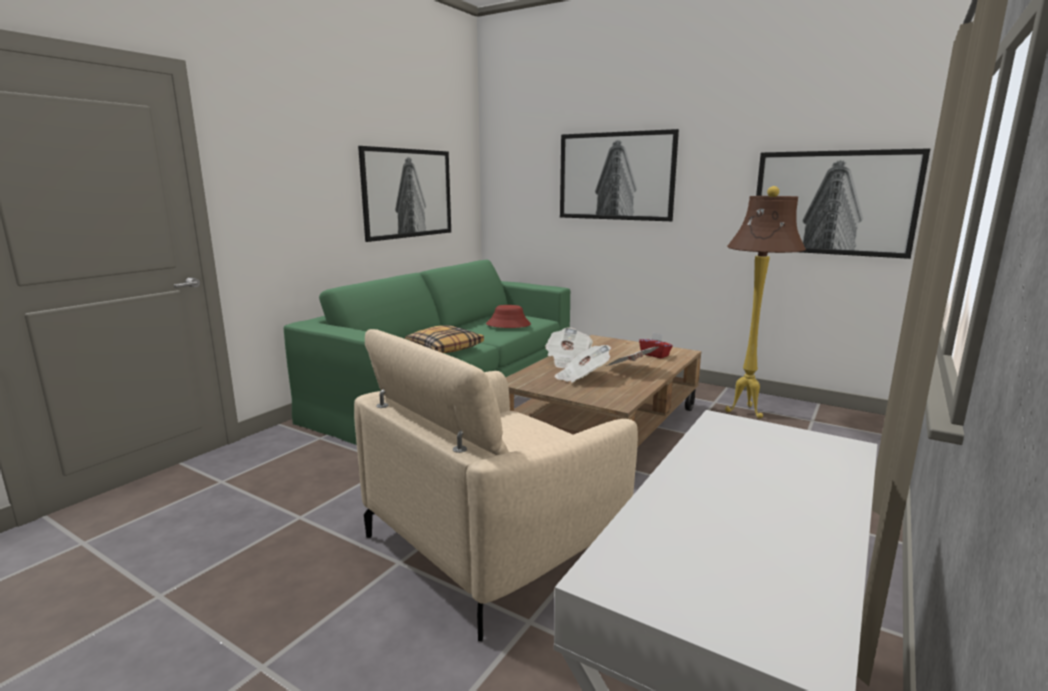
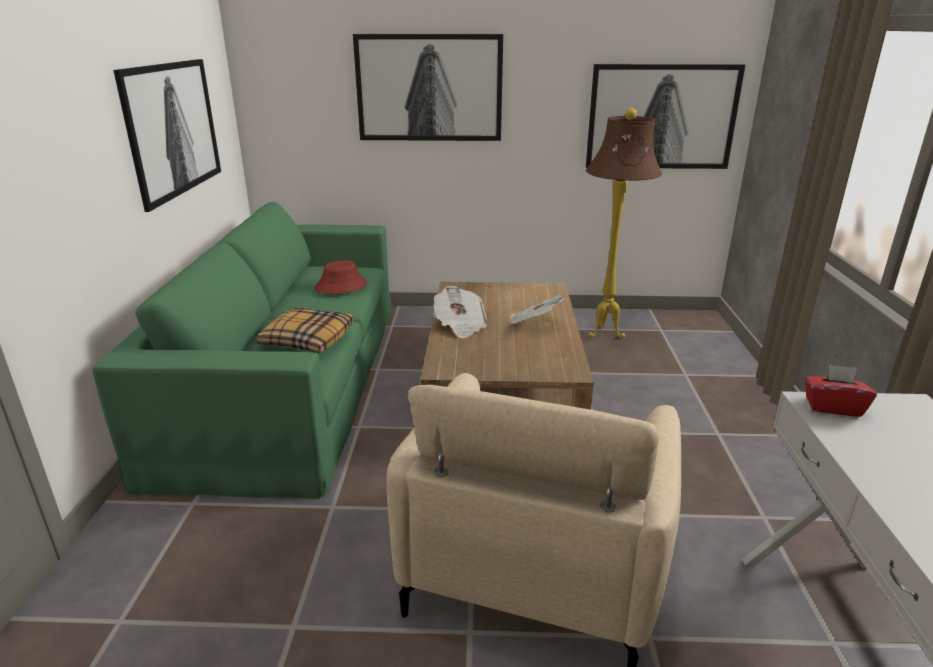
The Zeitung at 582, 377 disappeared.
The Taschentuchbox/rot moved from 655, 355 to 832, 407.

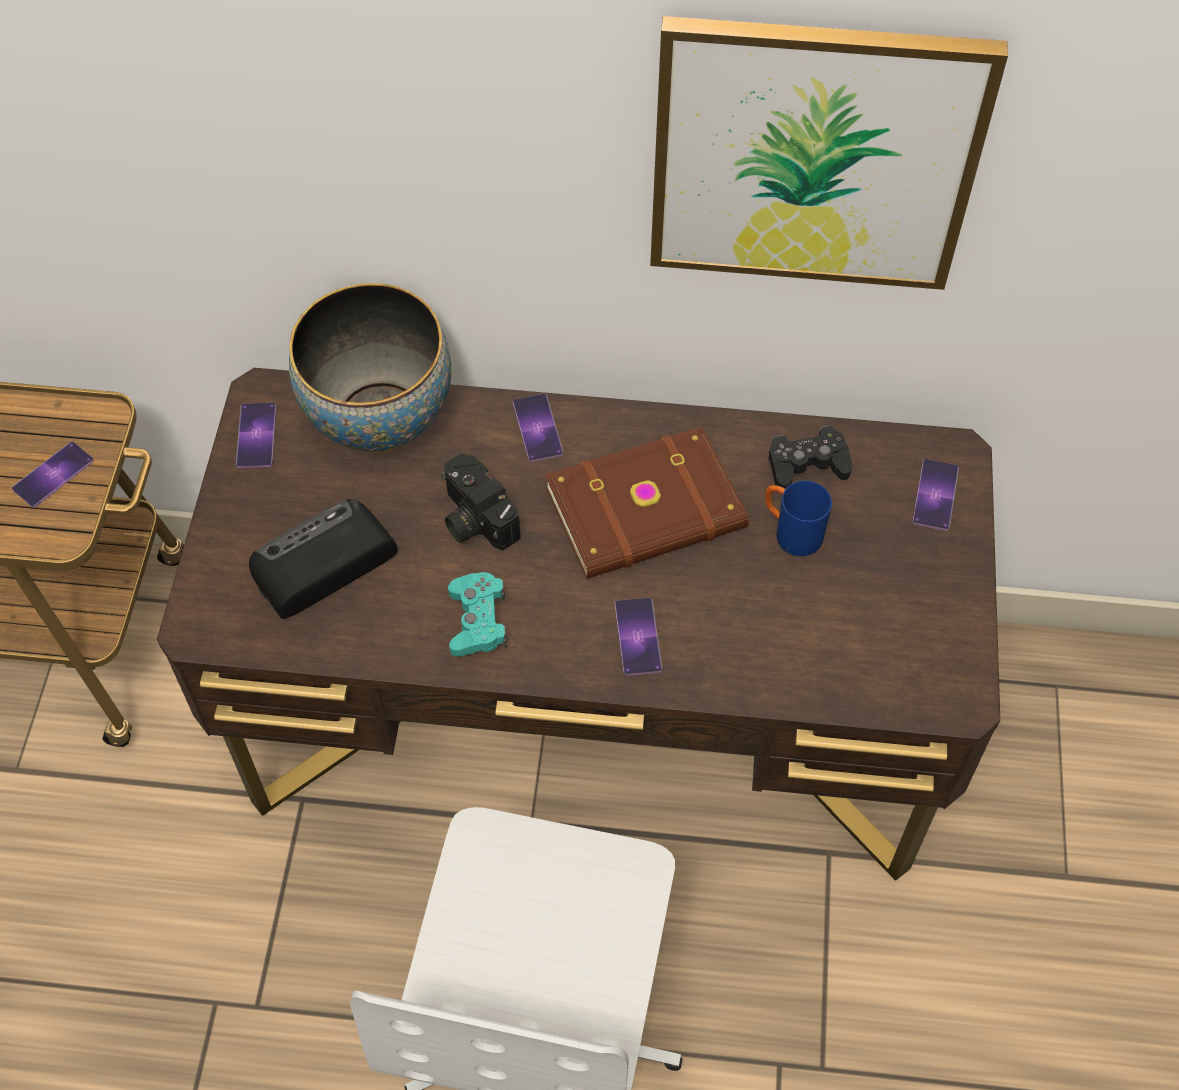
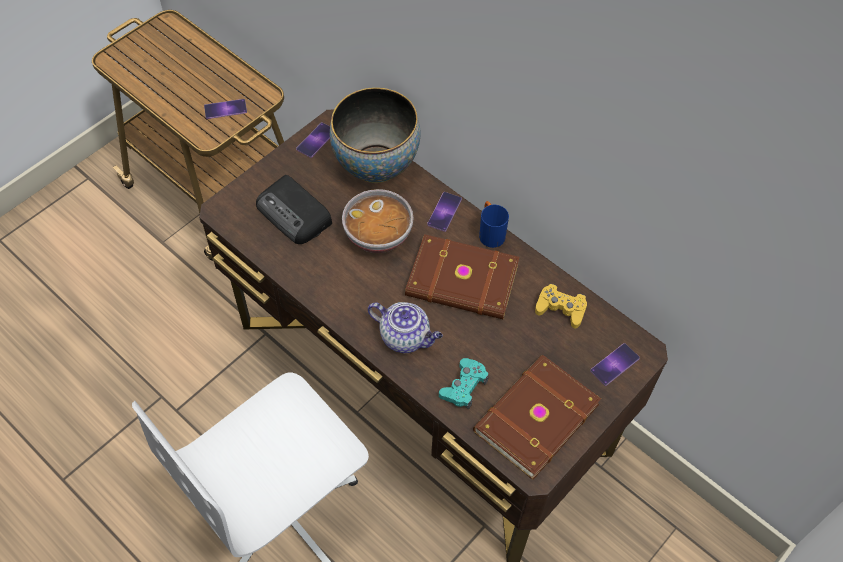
The Radio at 321, 564 turned 135 degrees counterclockwise.
The Kamera at 473, 518 was replaced by the Schüssel at 378, 235.
The Gamepad/türkis moved from 477, 621 to 464, 386.
The Handy at 638, 636 was replaced by the Teekanne at 406, 337.
The Bild at 814, 155 disappeared.
The Henkelbecher/blau moved from 790, 532 to 490, 233.
The Gamepad/schwarz at 807, 465 became the Gamepad/gelb at 560, 309.
The Buch/braun at 534, 417 appeared.

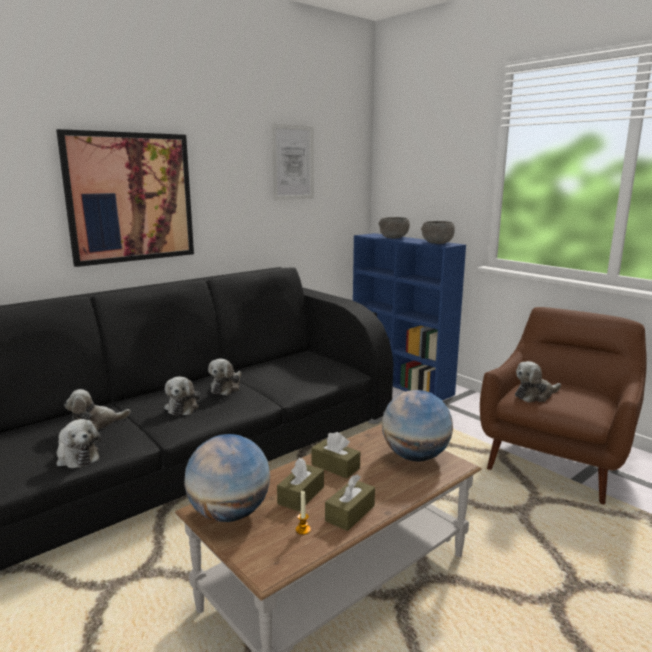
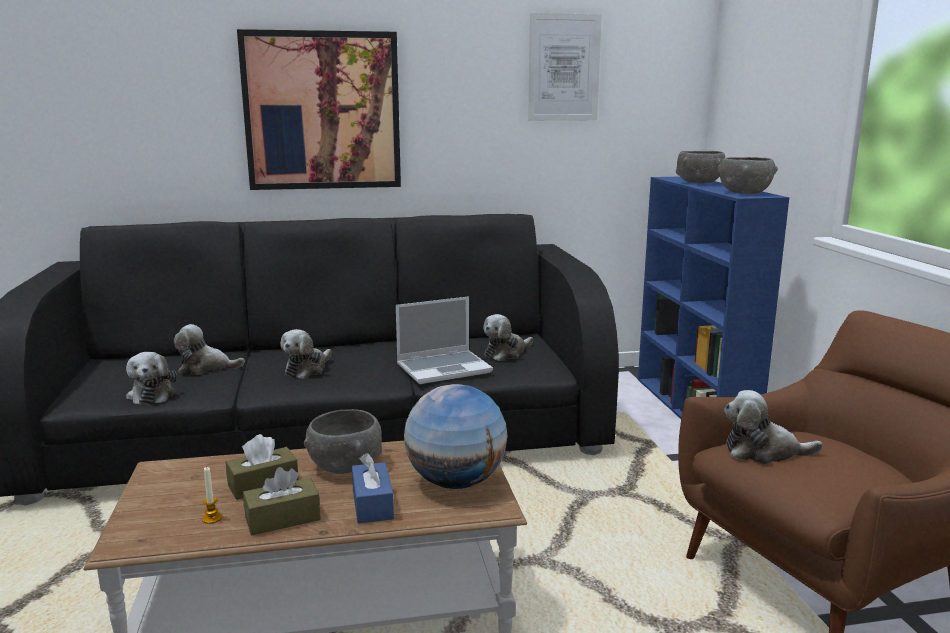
The Globus at 230, 513 disappeared.
The Plüschtier moved from 226, 387 to 506, 353.
The Taschentuchbox/braun at 335, 466 was replaced by the Schüssel/grau at 345, 466.
The Taschentuchbox/blau at 372, 504 appeared.
The Laptop at 444, 368 appeared.

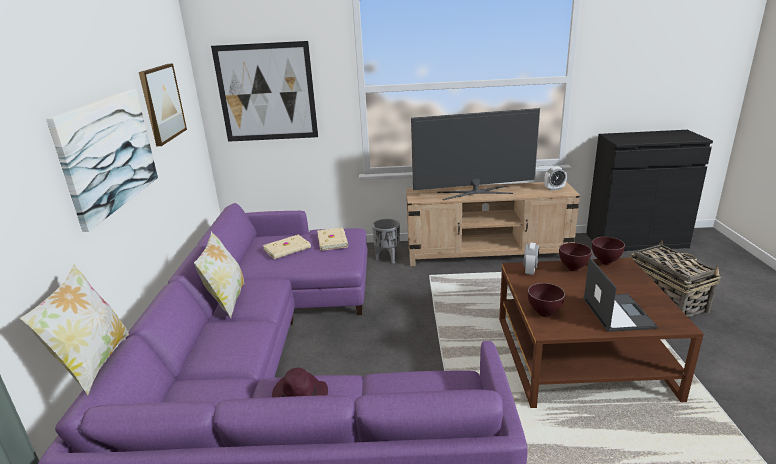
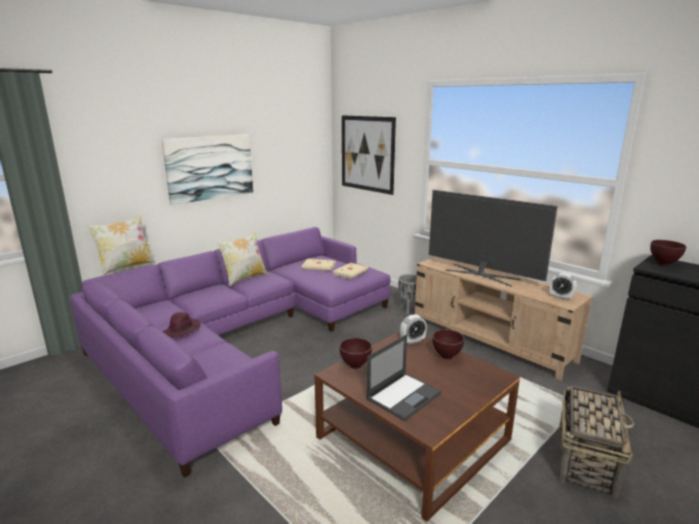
The Bild at 162, 103 disappeared.
The Schüssel/braun moved from 605, 263 to 663, 264.

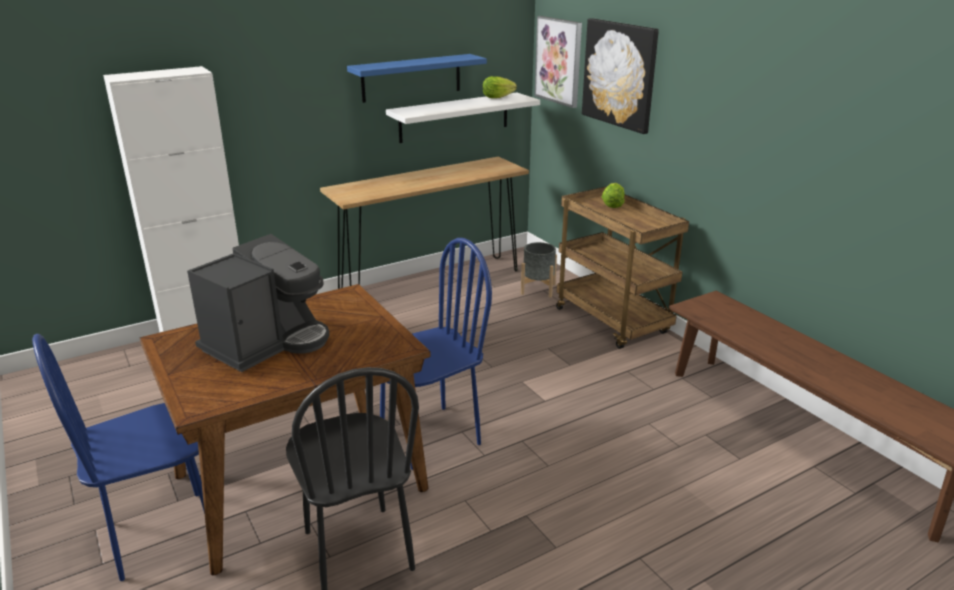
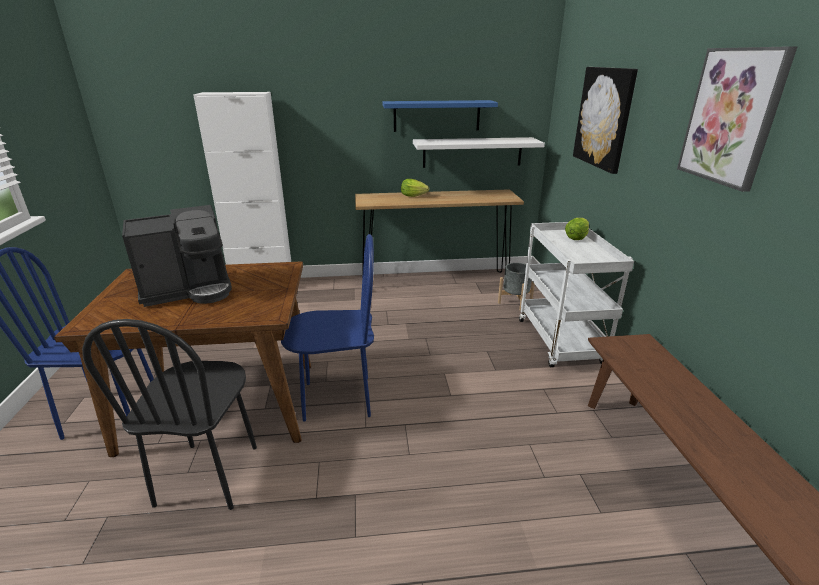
The Salatkopf moved from 497, 97 to 413, 196.
The Bild moved from 559, 61 to 731, 117.
The Rollwagen/braun at 613, 322 became the Rollwagen/weiß at 561, 342.

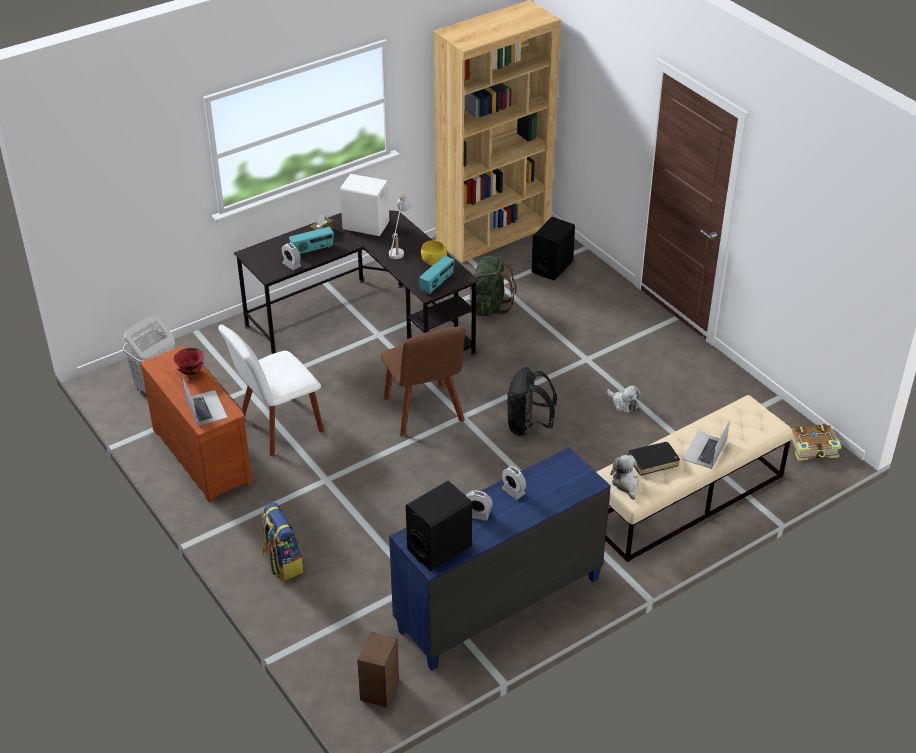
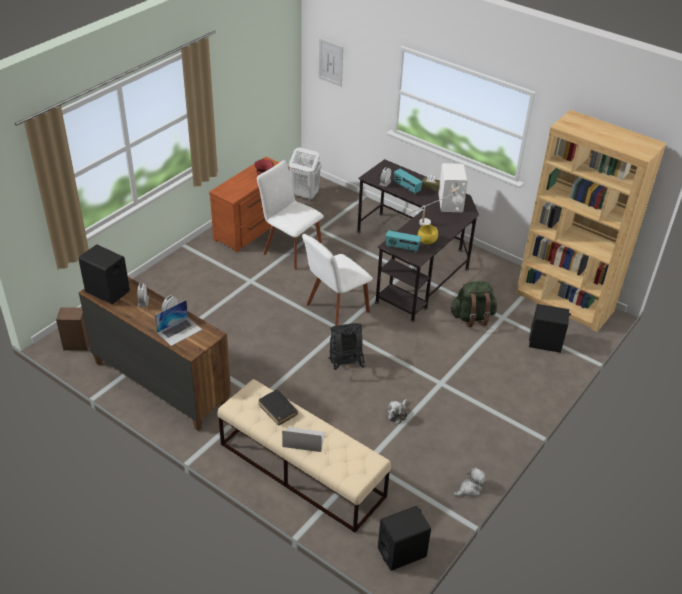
The Laptop moved from 206, 407 to 179, 331.
The Rucksack at 282, 563 disappeared.
The Stuhl/braun at 424, 412 became the Stuhl/weiß at 335, 310.
The Kommode/blau at 498, 604 became the Kommode/braun at 161, 383.
The Plüschtier moved from 626, 484 to 470, 489.
The Buch at 814, 448 was replaced by the Lautsprecher/schwarz at 402, 552.
The Bild at 331, 62 appeared.

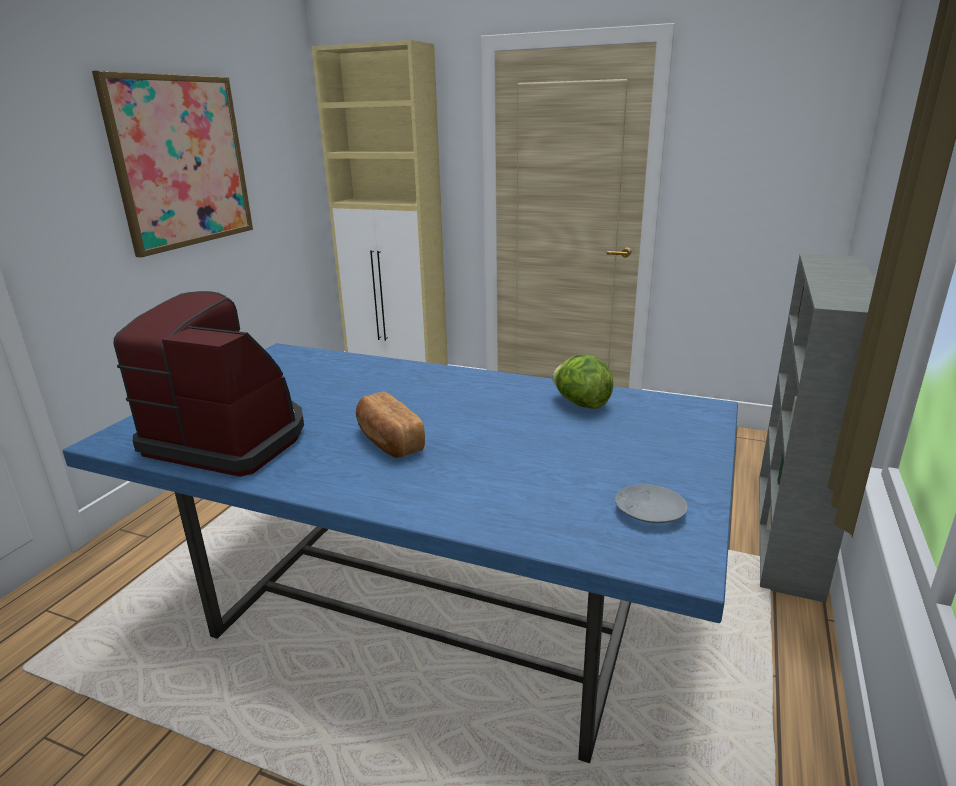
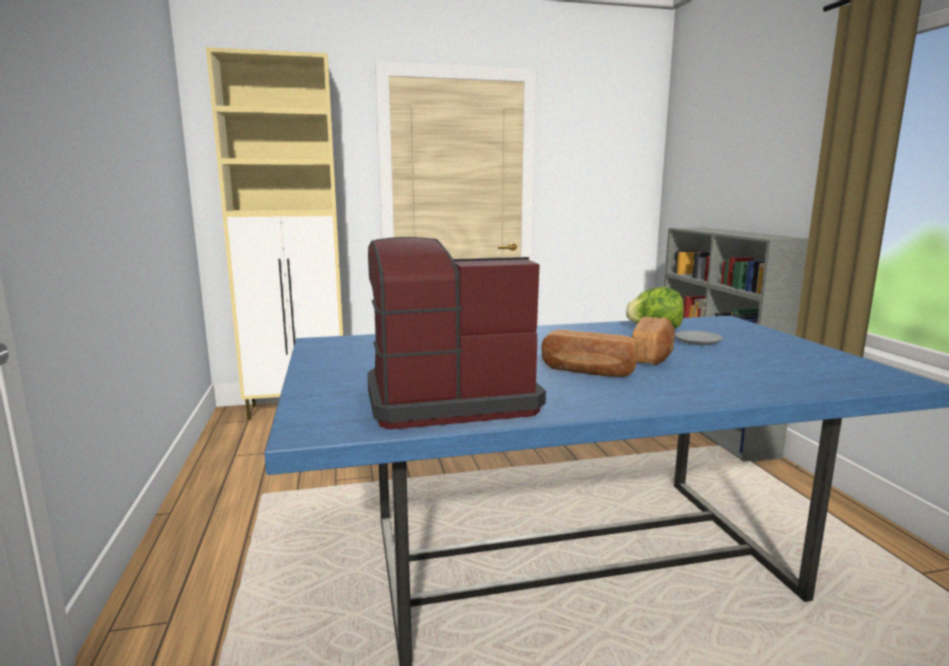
The Bild at 181, 162 disappeared.
The Teller/grau moved from 649, 511 to 697, 343.
The Brot at 653, 355 appeared.

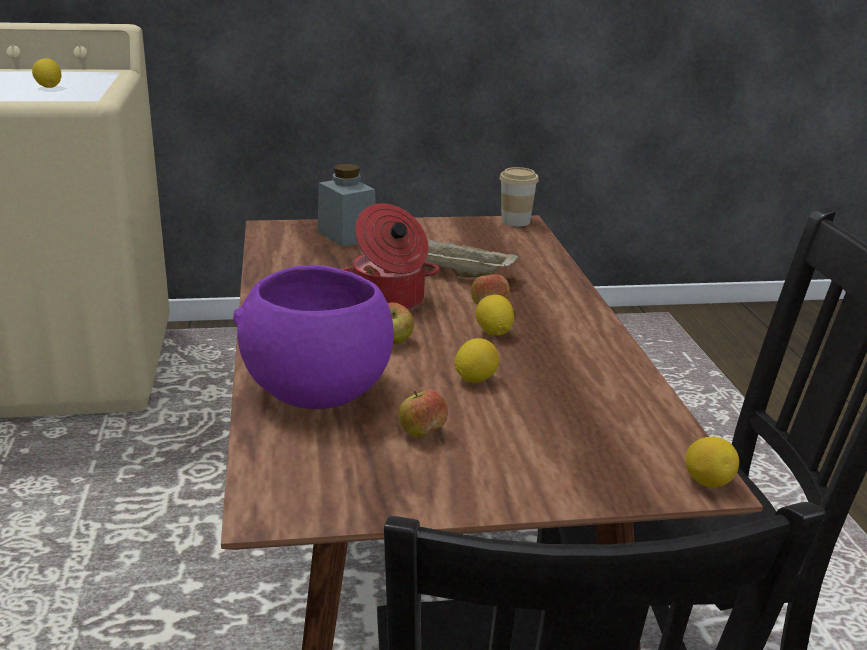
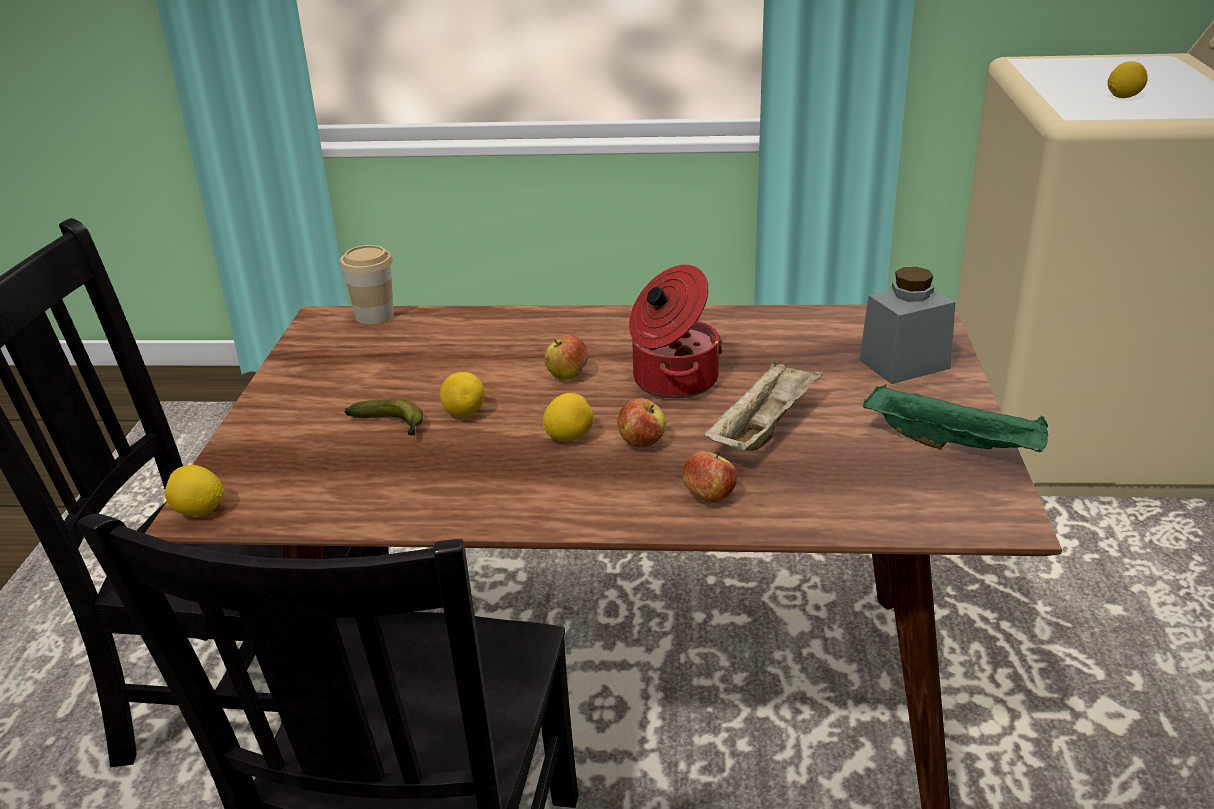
The Schüssel/lila at 314, 389 disappeared.
The Apfel moved from 422, 433 to 709, 497.
The Tasse moved from 515, 221 to 374, 315.
The Banane at 392, 426 appeared.
The Tablett/grün at 955, 445 appeared.

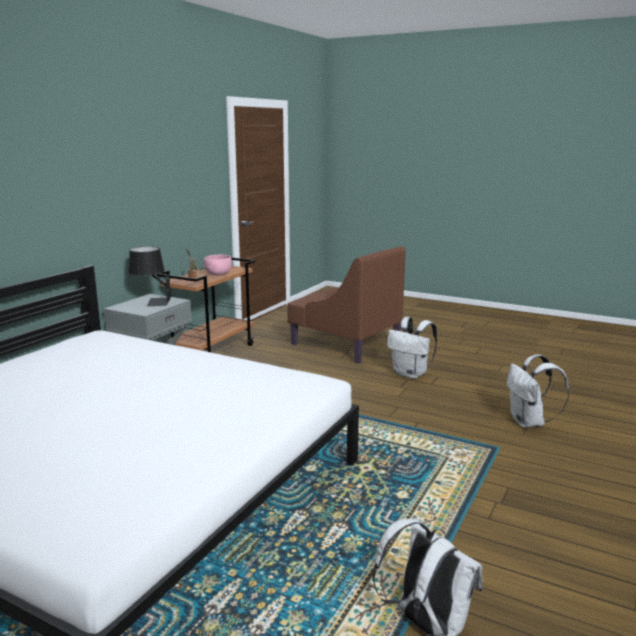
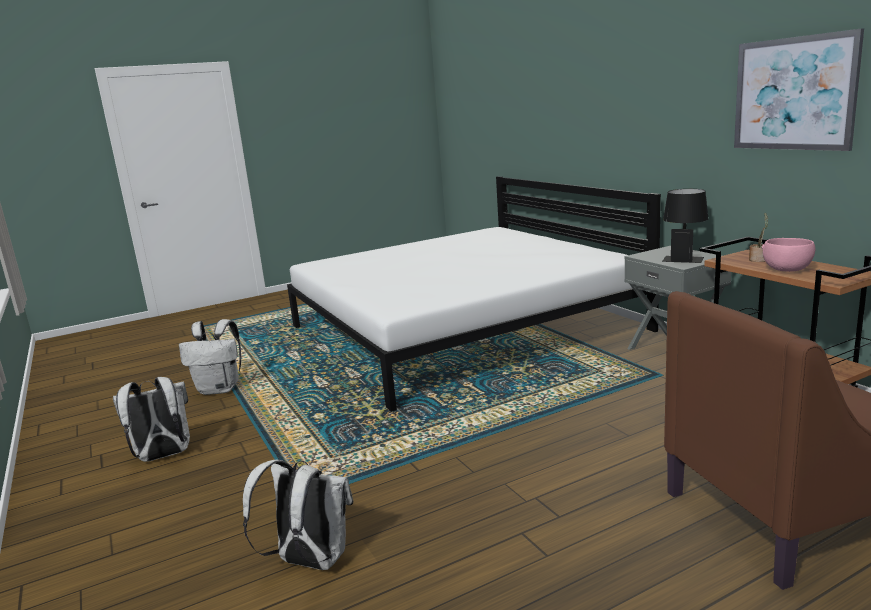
The Rucksack/weiß moved from 411, 374 to 163, 456.
The Bild at 793, 94 appeared.

